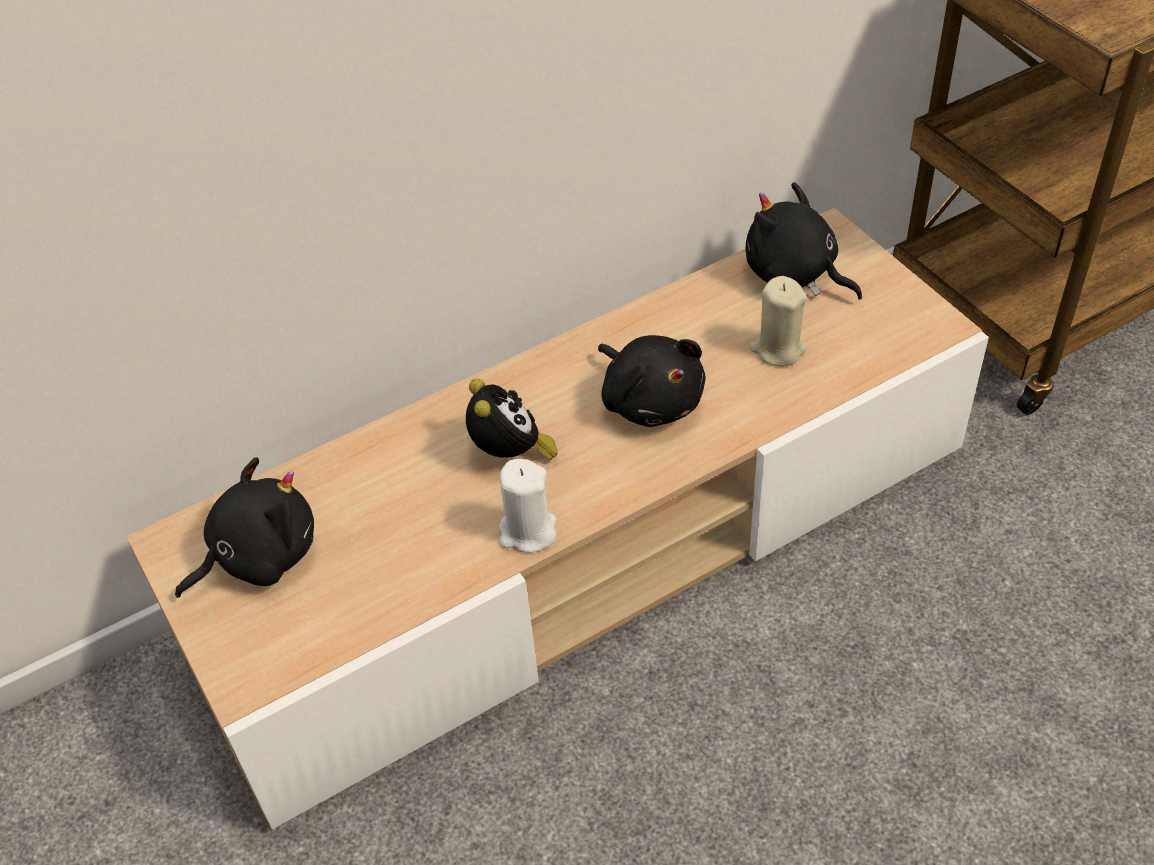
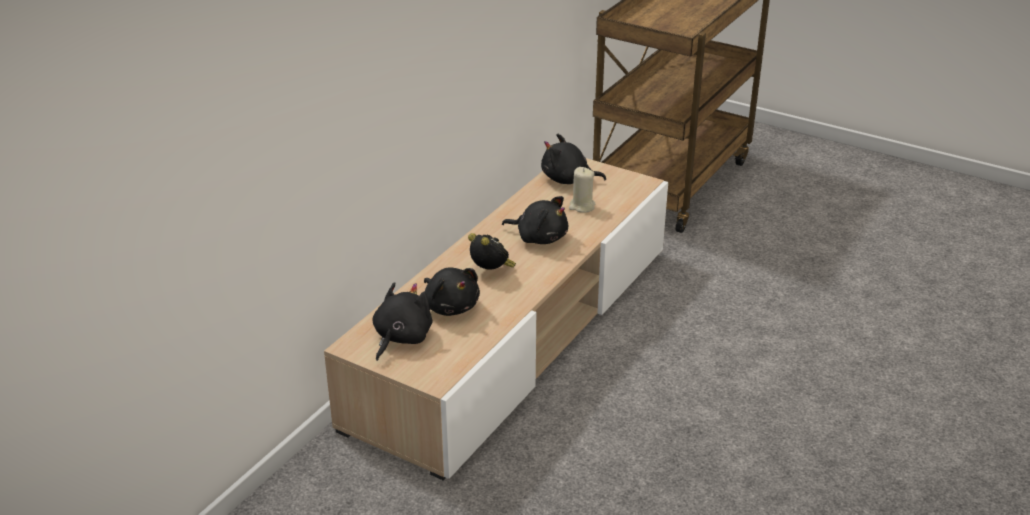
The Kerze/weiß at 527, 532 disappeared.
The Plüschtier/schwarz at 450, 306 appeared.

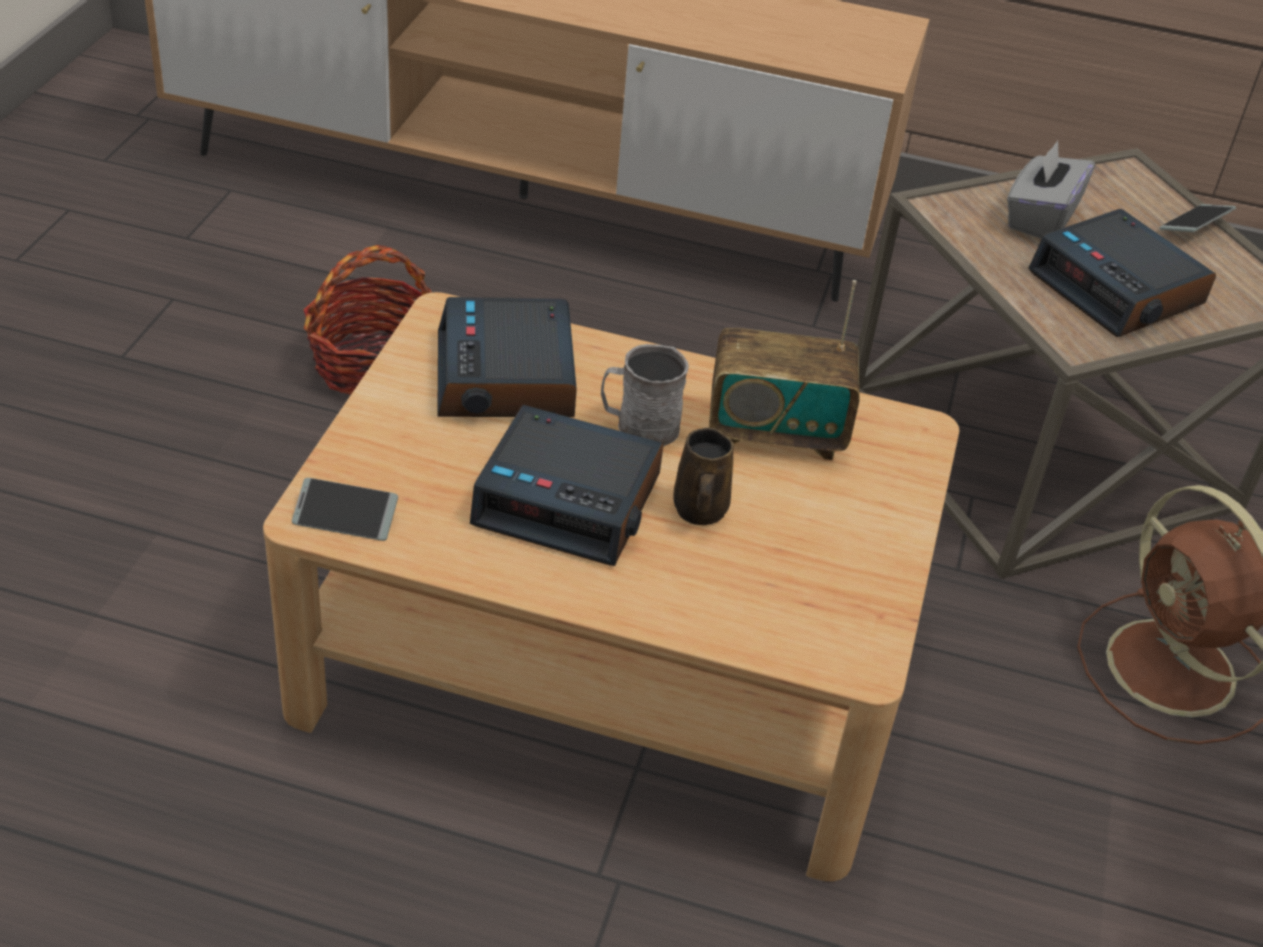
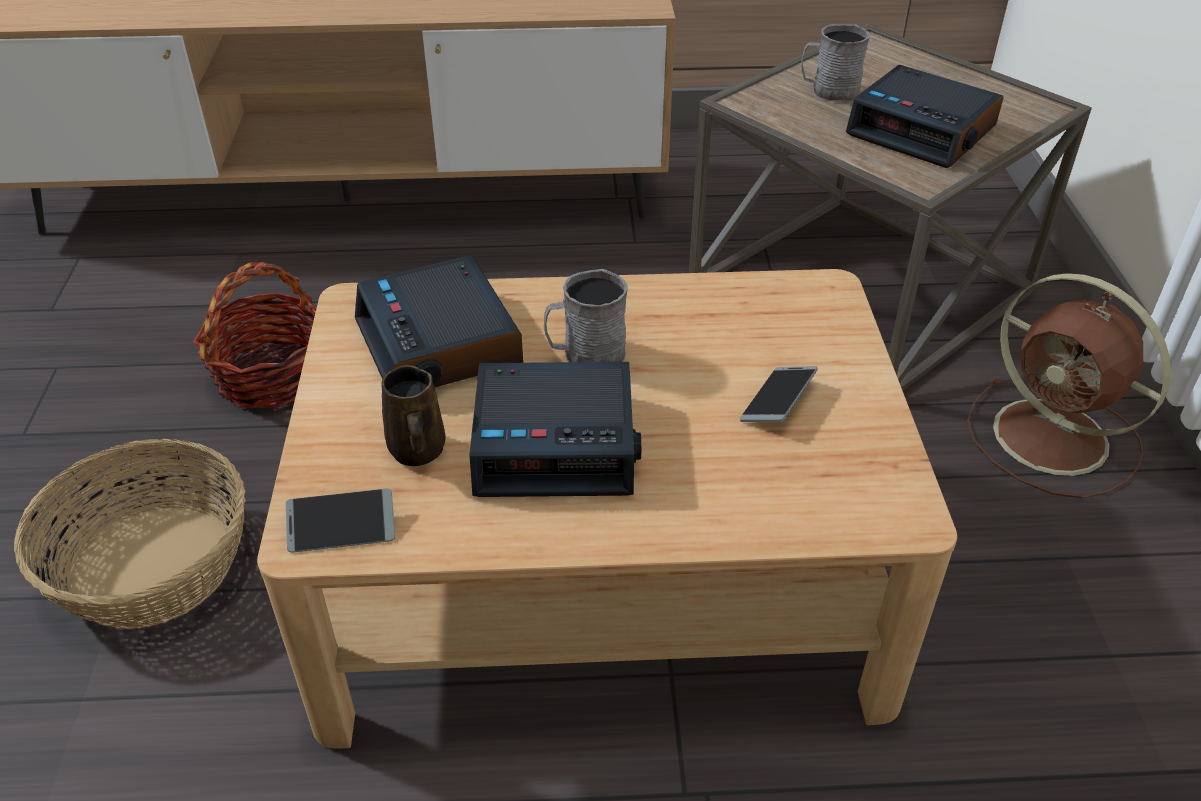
The Henkelbecher/braun moved from 699, 512 to 417, 452.
The Radio at 776, 432 disappeared.
The Taschentuchbox/grau at 1040, 218 was replaced by the Henkelbecher/grau at 828, 92.
The Handy moved from 1194, 225 to 777, 402.
The Korb at 154, 564 appeared.

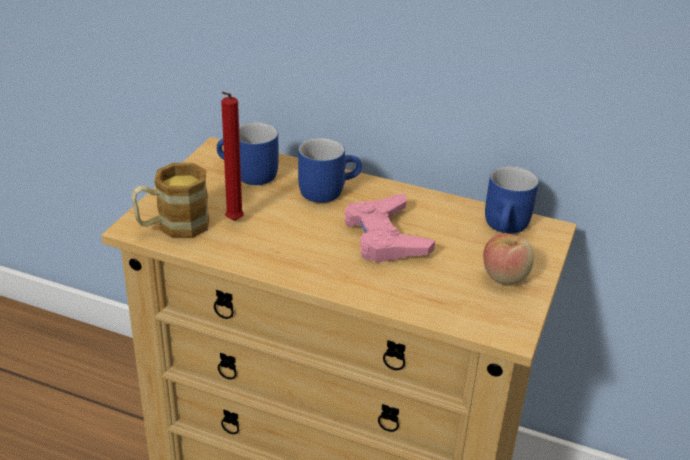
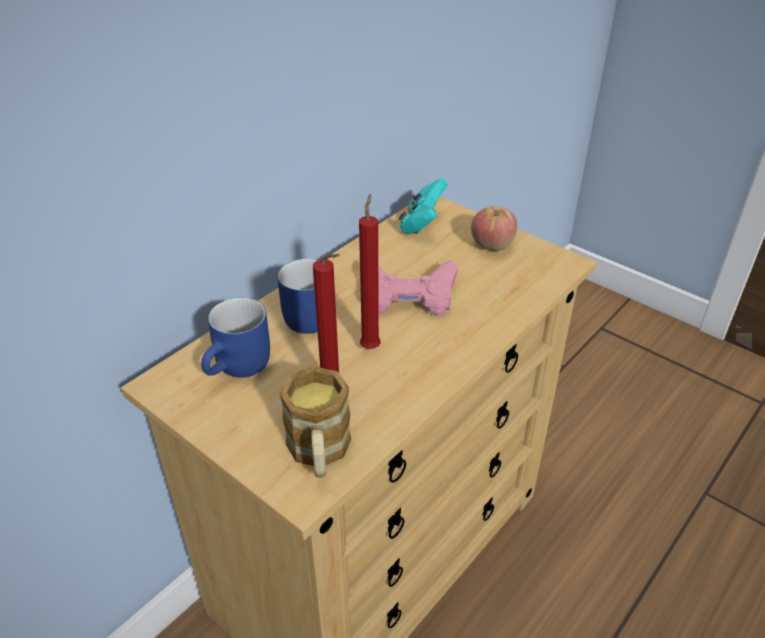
The Henkelbecher/blau at 508, 227 was replaced by the Gamepad/türkis at 422, 224.
The Kerze/rot at 371, 346 appeared.

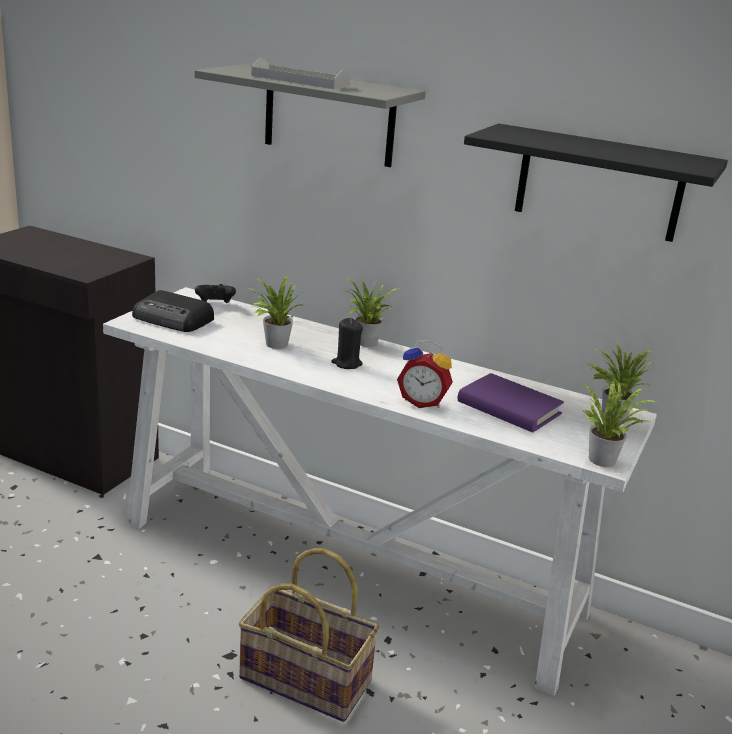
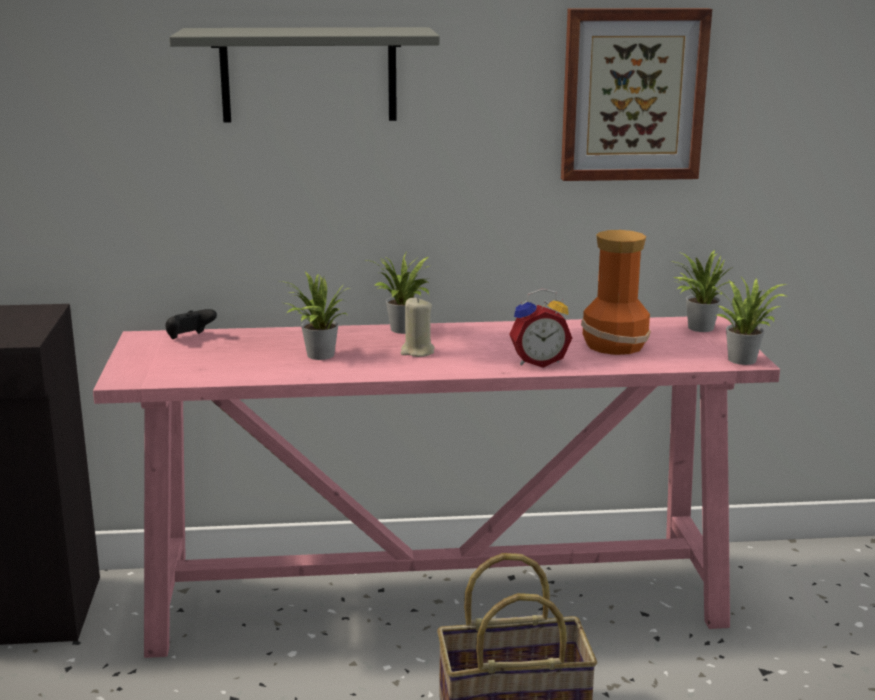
The Konsolentisch/weiß at 351, 568 became the Konsolentisch/rosa at 440, 600.
The Radio at 173, 319 disappeared.
The Tablett/grau at 300, 81 disappeared.
The Kerze/schwarz at 346, 363 became the Kerze/beige at 417, 352.
The Buch/lila at 509, 408 was replaced by the Vase at 613, 345.
The Wandregal/schwarz at 599, 183 was replaced by the Bild at 632, 94.

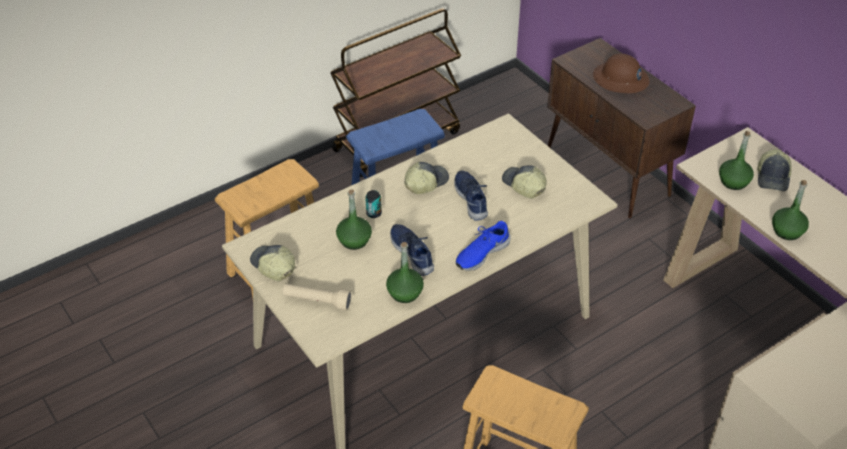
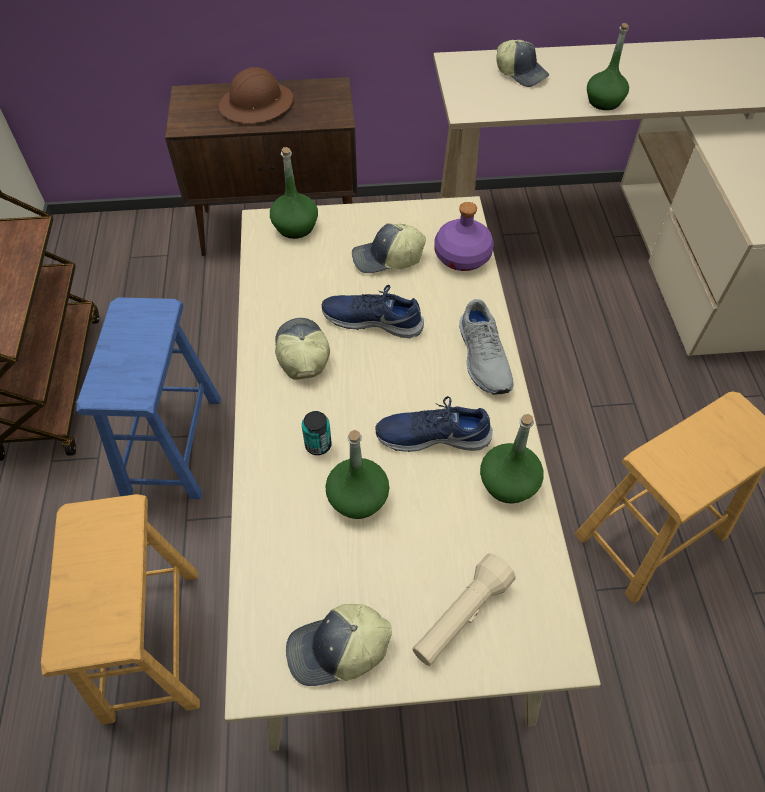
The Schuh/blau at 481, 253 became the Schuh/grau at 482, 358.
The Flasche/grün moved from 734, 182 to 295, 226.
The Flasche/lila at 462, 256 appeared.

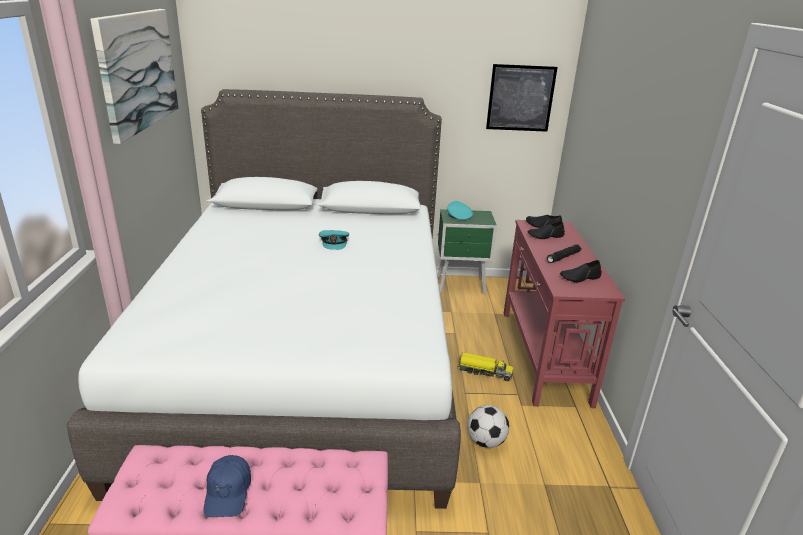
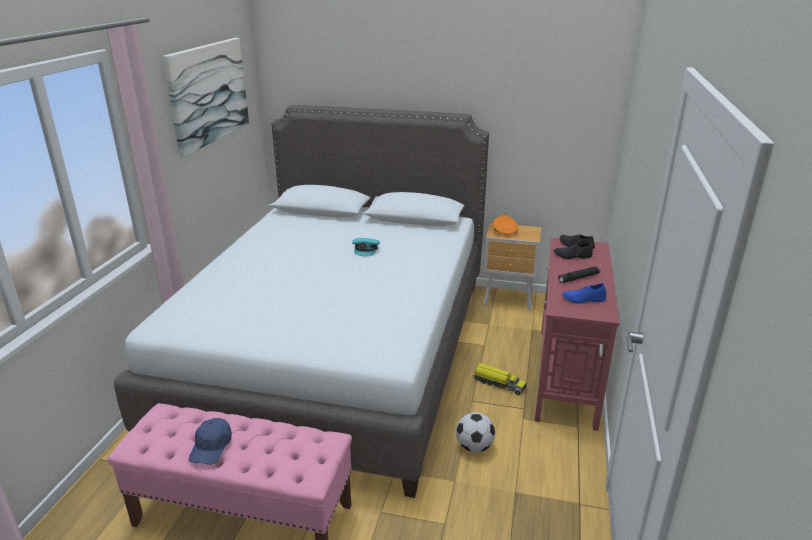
The Nachttisch/grün at 462, 286 became the Nachttisch/braun at 509, 300.
The Kappe/türkis at 458, 217 became the Kappe/orange at 504, 231.
The Bild at 520, 98 disappeared.
The Schuh/schwarz at 580, 277 became the Schuh/blau at 583, 299.

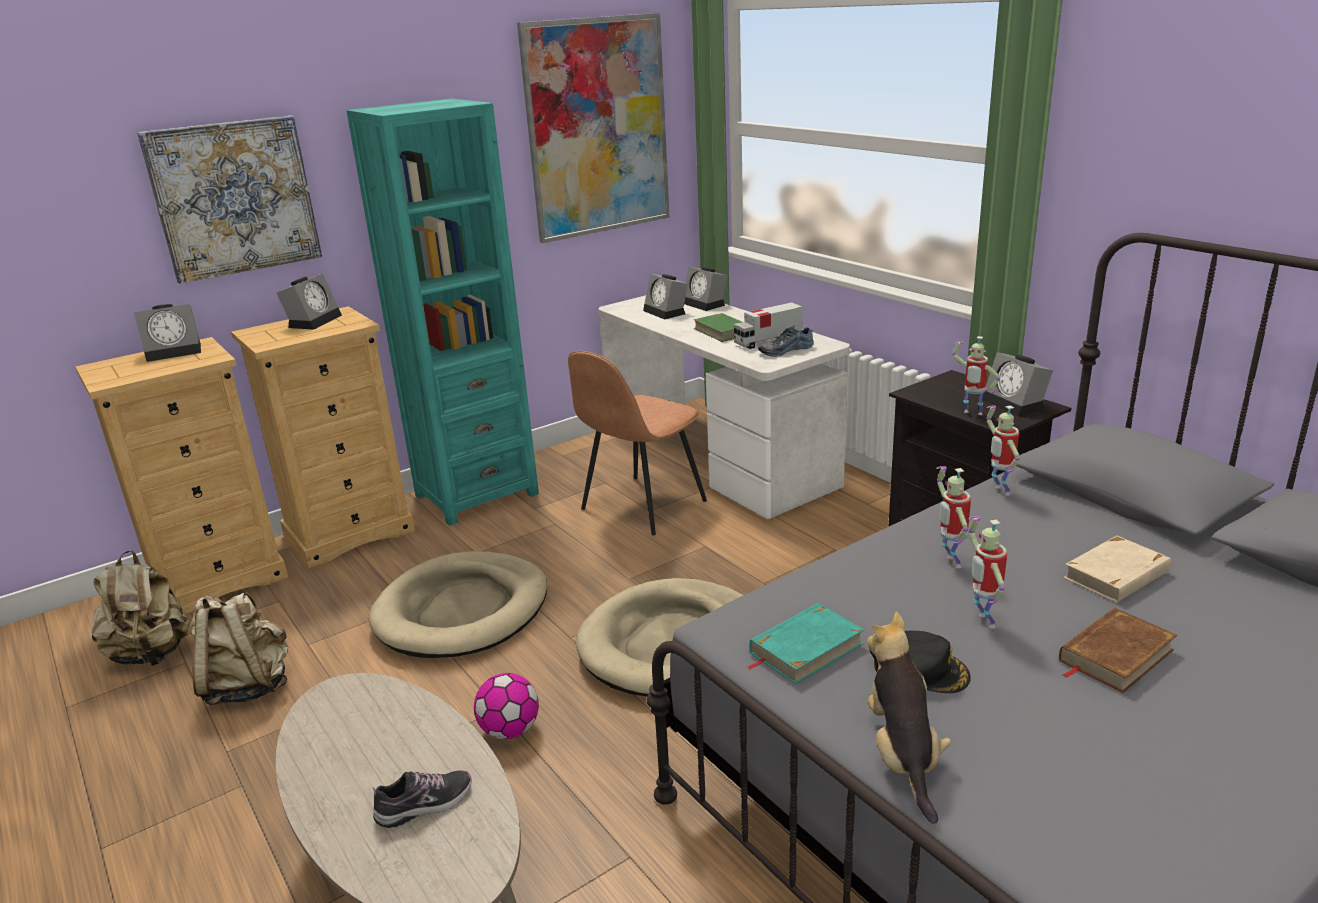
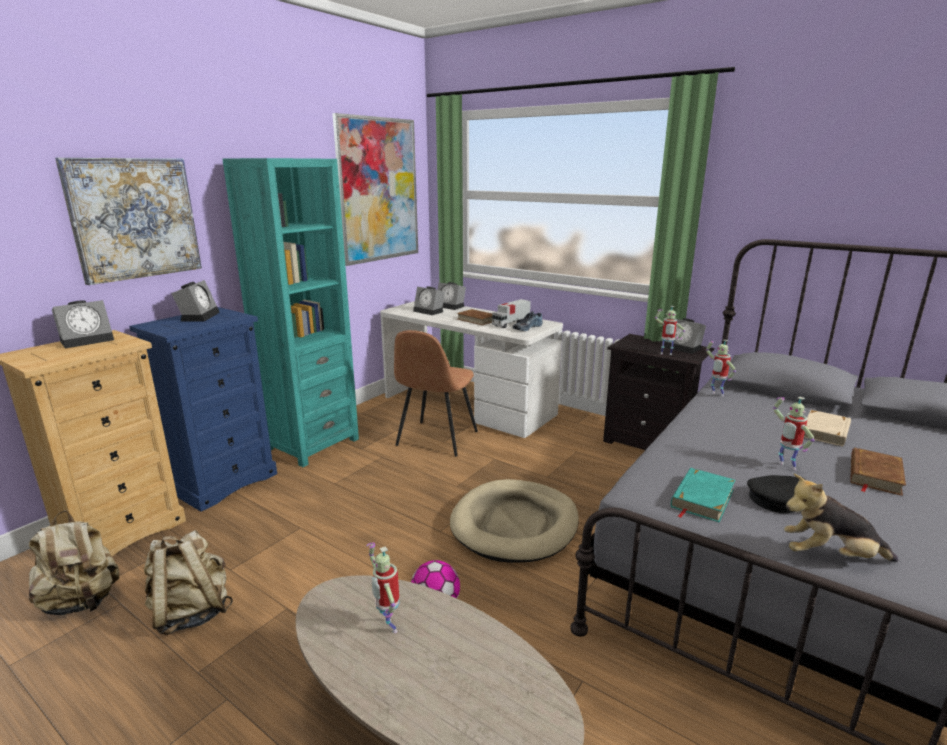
The Kommode/beige at 349, 533 became the Kommode/blau at 223, 481.
The Hundebett/beige at 462, 610 disappeared.
The Schuh at 425, 805 disappeared.
The Buch/grün at 722, 331 became the Buch/braun at 477, 320.
The Plüschtier at 902, 755 turned 60 degrees counterclockwise.
The Spielzeugroboter moved from 950, 562 to 388, 626.

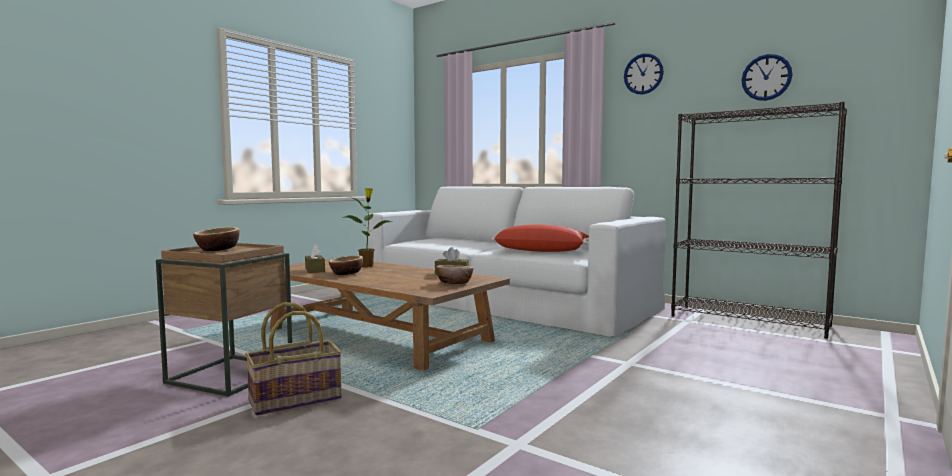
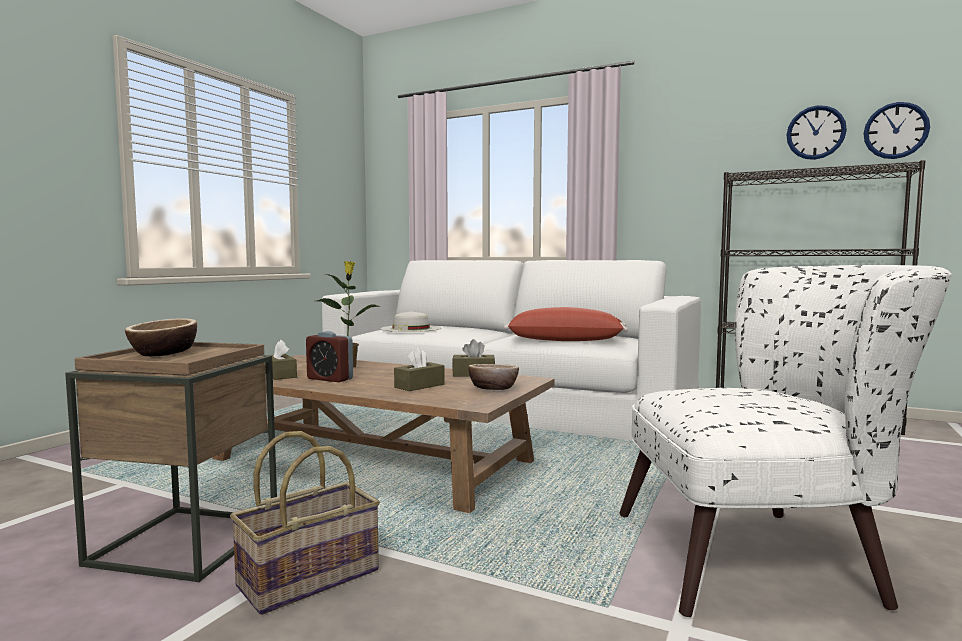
The Schüssel at 346, 273 was replaced by the Wecker at 330, 379.
The Wanduhr moved from 643, 74 to 895, 130.
The Hut/weiß at 411, 328 appeared.
The Taschentuchbox/braun at 419, 386 appeared.
The Sessel/weiß at 768, 557 appeared.

